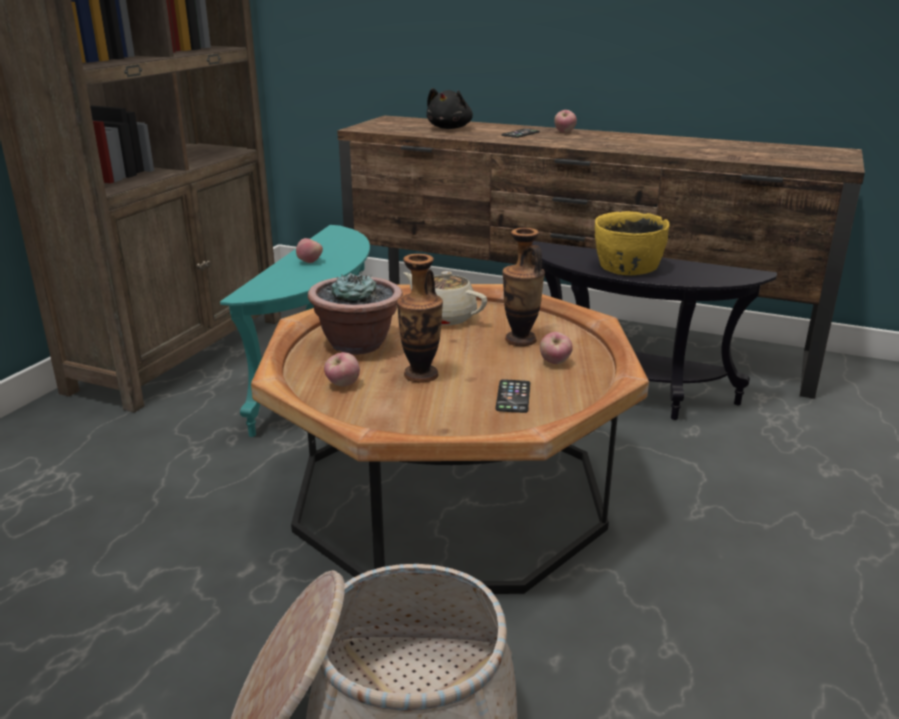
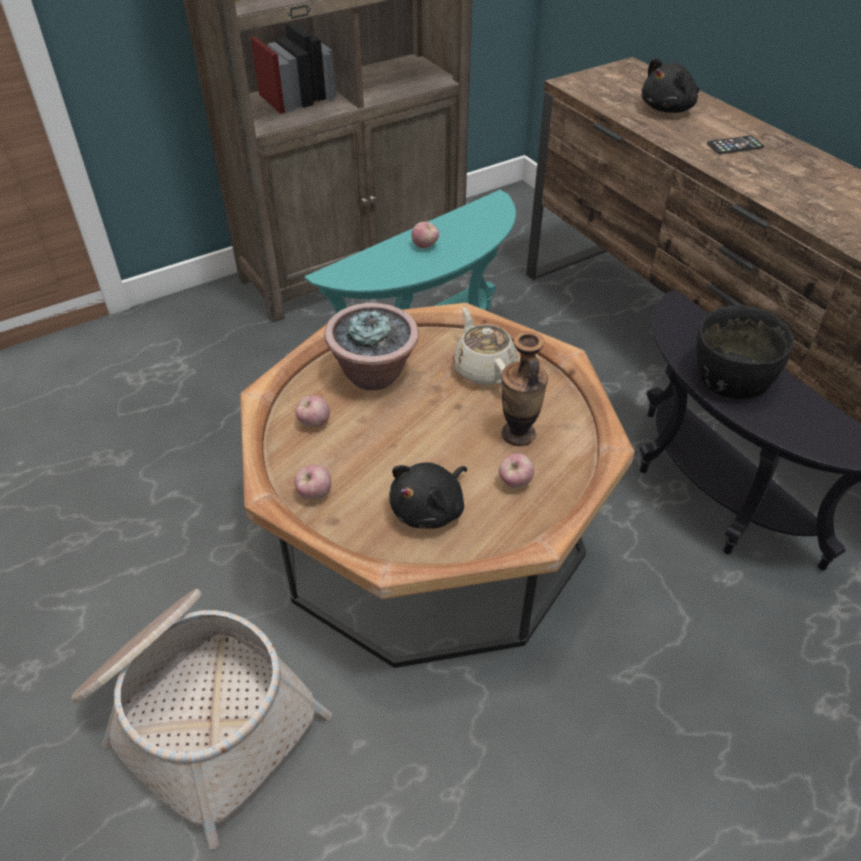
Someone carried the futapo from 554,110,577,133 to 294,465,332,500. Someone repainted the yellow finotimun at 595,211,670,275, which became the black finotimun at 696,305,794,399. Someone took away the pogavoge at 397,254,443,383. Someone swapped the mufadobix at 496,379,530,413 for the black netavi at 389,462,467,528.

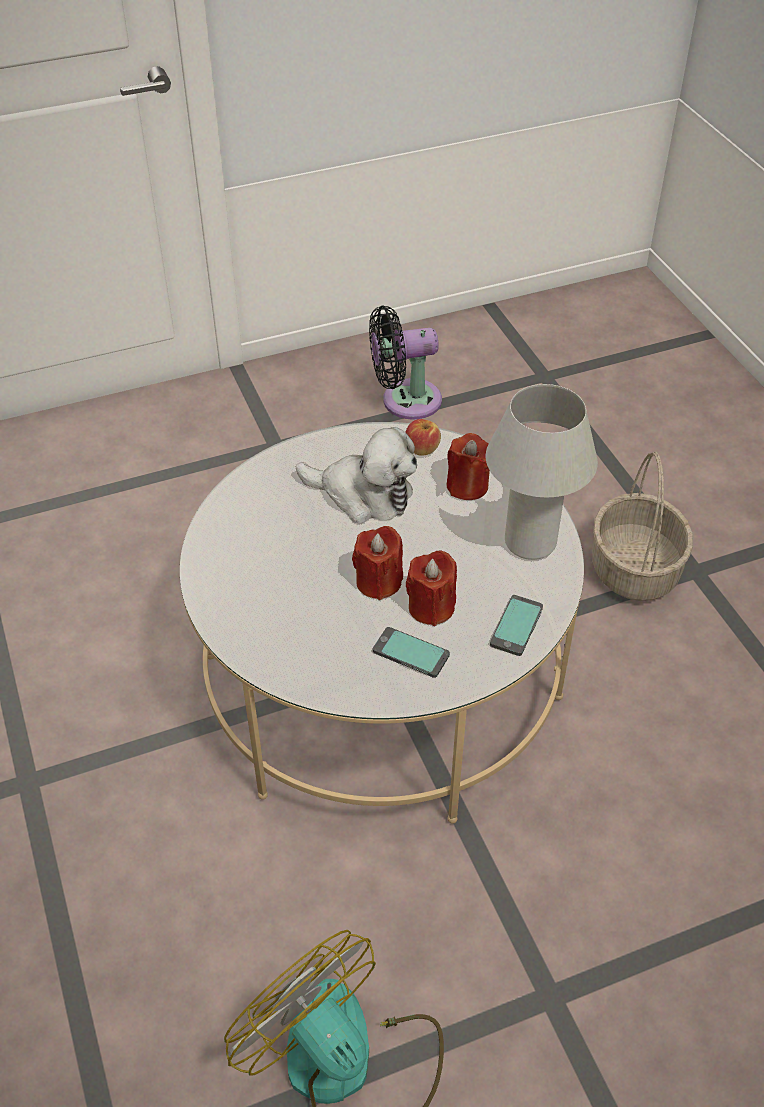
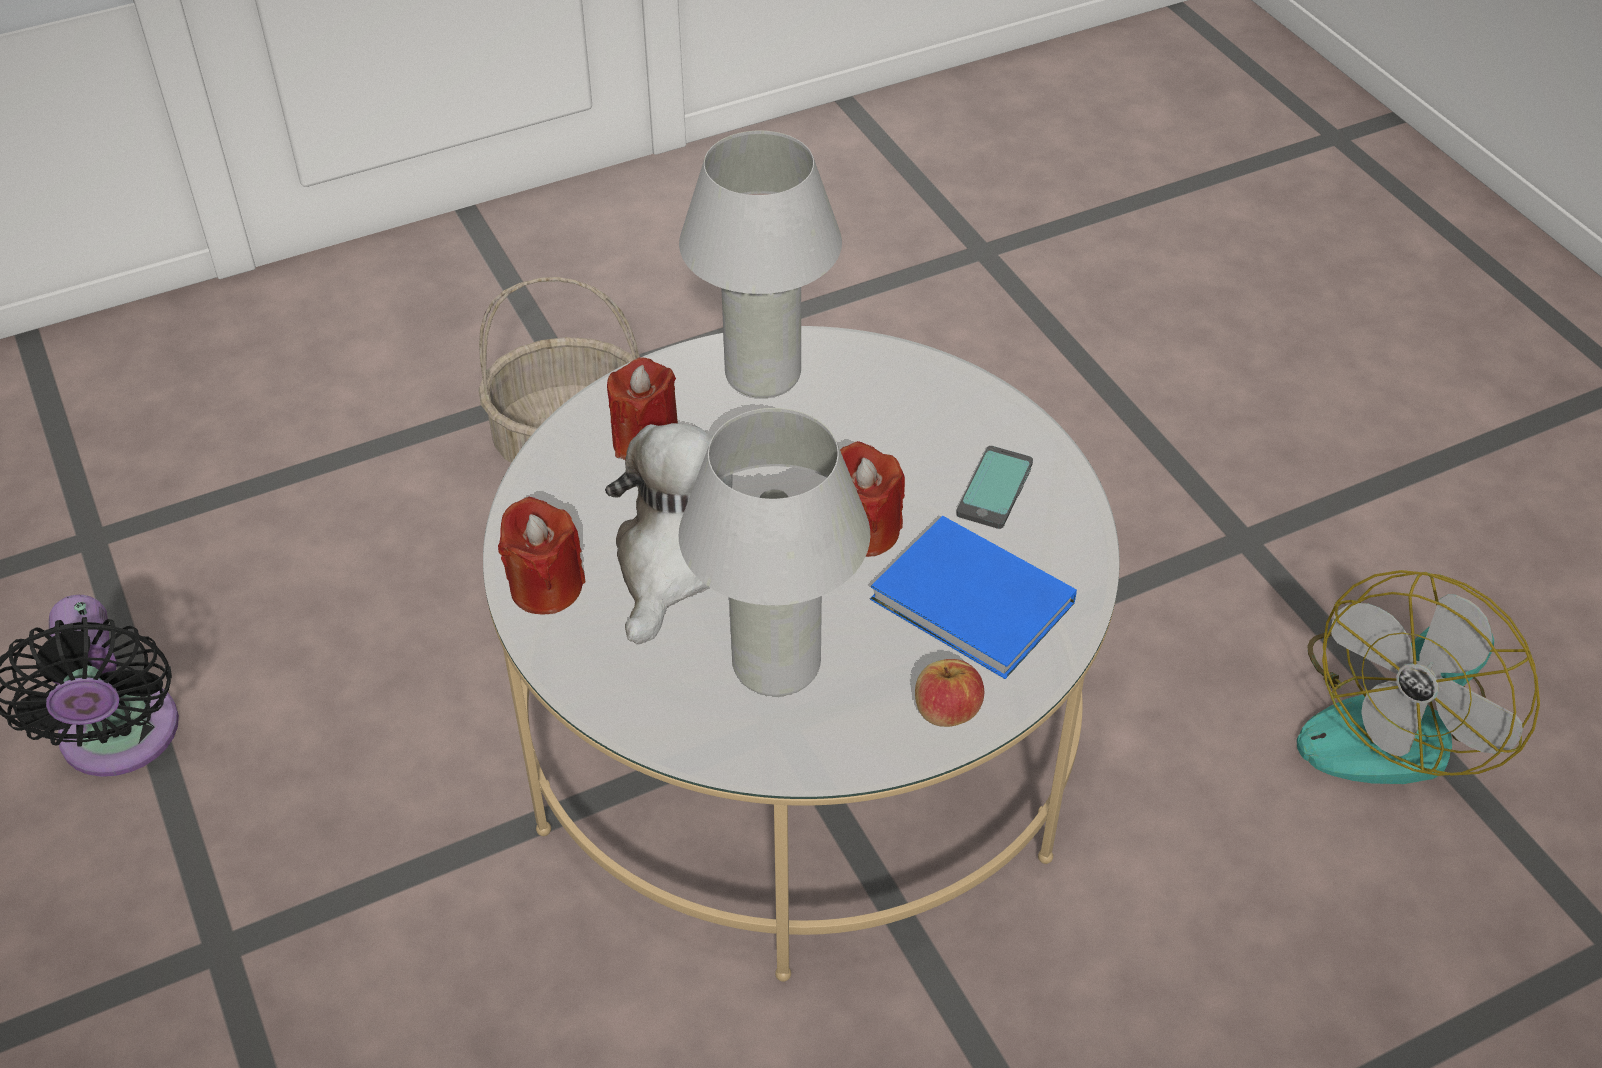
Someone carried the futapo from 405,419,441,456 to 915,659,984,727. Someone carried the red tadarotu from 406,551,457,626 to 498,497,585,614. Someone took away the mufadobix at 490,595,543,656. Someone put down the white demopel at 679,408,870,696. Someone put down the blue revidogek at 870,516,1077,679.

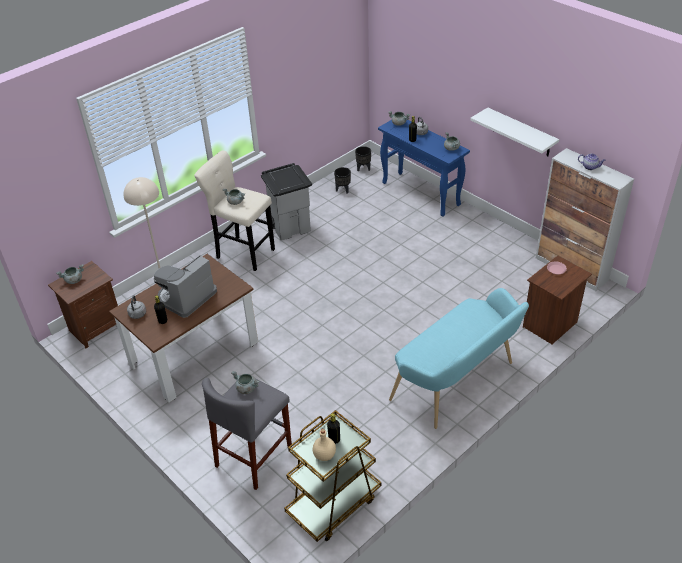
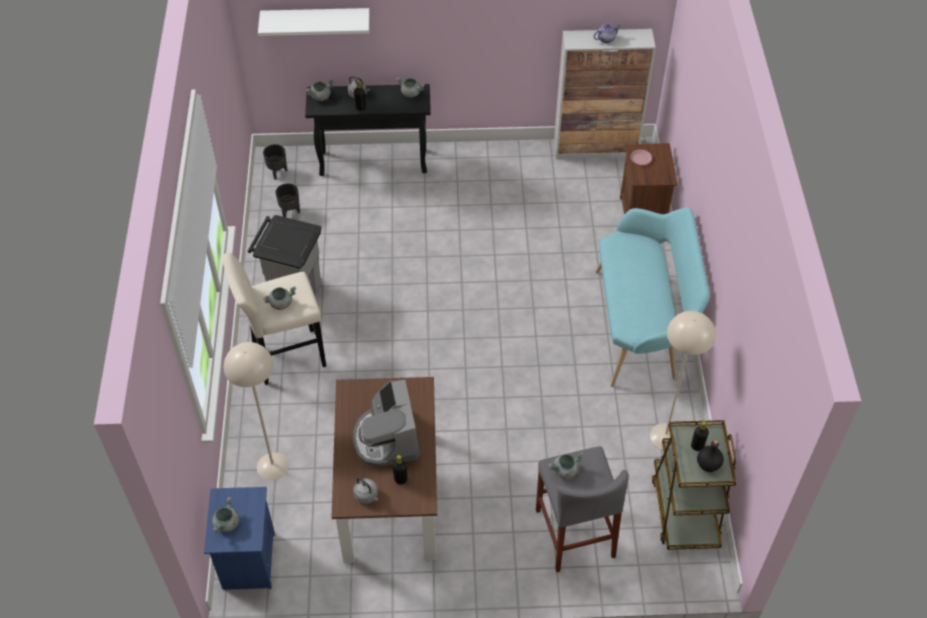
Someone carried the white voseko from 470,108,559,156 to 258,8,370,36. Someone repainted the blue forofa at 378,120,470,217, which became the black forofa at 305,84,431,176. Someone repainted the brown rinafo at 48,261,118,348, which became the blue rinafo at 204,487,275,590. Someone repainted the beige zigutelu at 313,429,336,461, which became the black zigutelu at 697,440,724,472. Someone put down the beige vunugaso at 650,311,716,450.

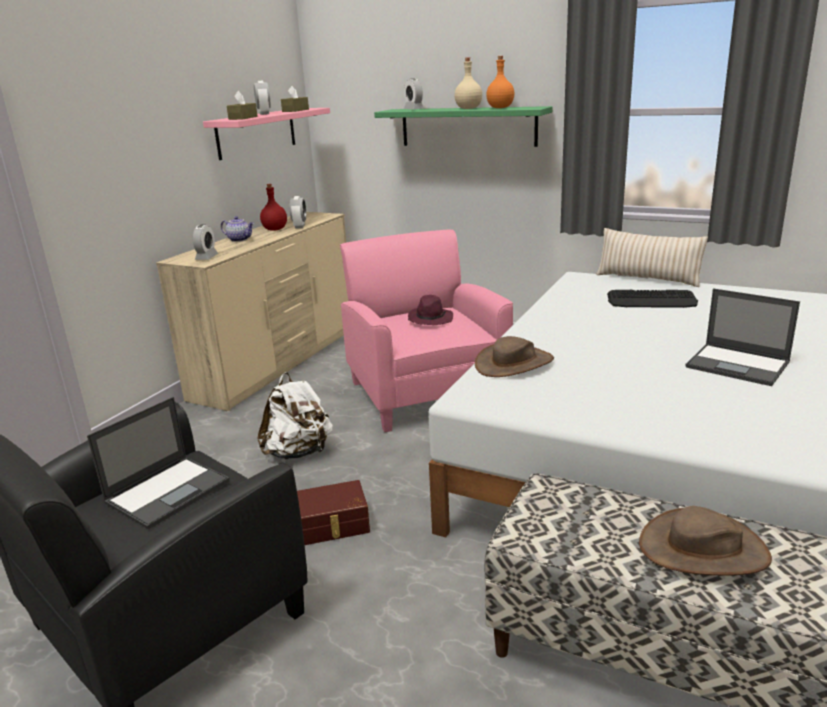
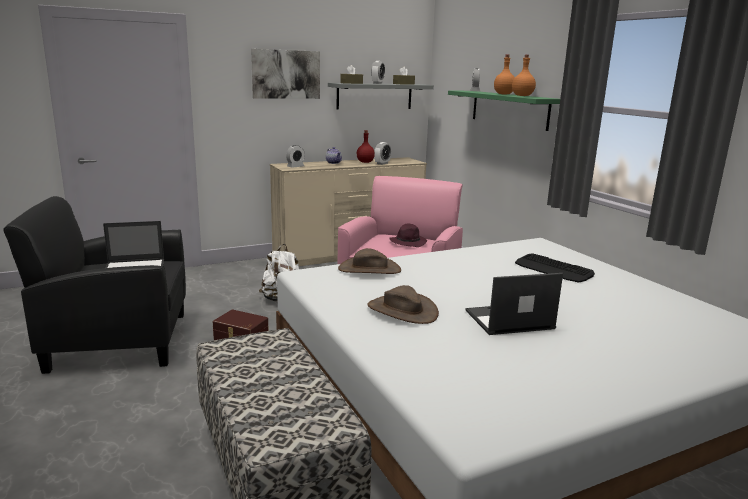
Someone repainted the beige zigutelu at 455,57,482,109, which became the orange zigutelu at 494,55,515,94. Someone repainted the pink voseko at 203,108,330,160, which became the grey voseko at 328,83,434,109. Someone took away the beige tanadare at 596,228,708,287. Someone rotated the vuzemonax at 685,288,800,386 by 90 degrees clockwise. Someone carried the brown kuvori from 639,506,772,575 to 367,285,439,324. Someone put up the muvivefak at 251,49,320,99.

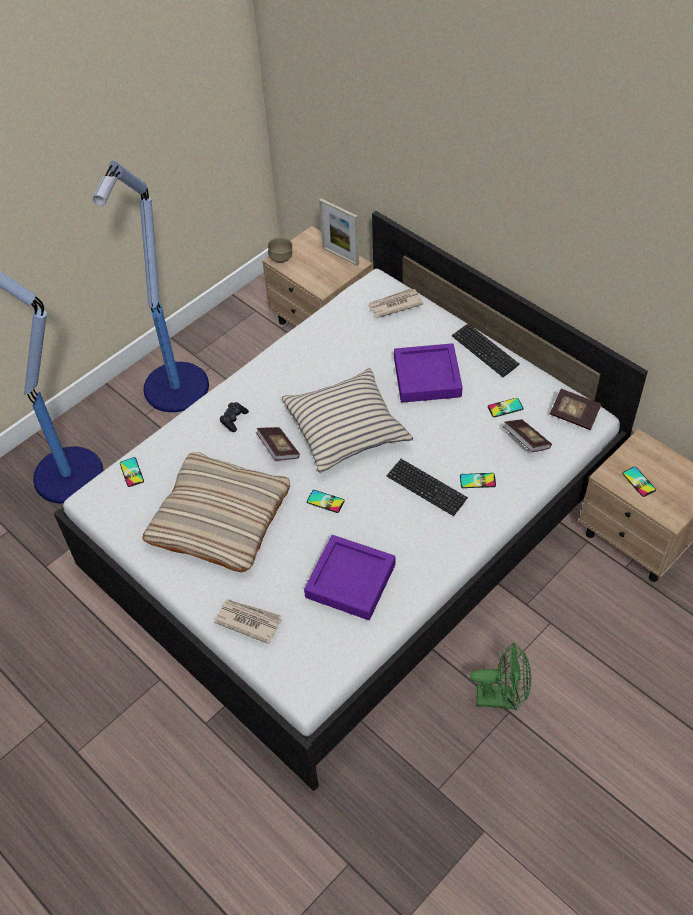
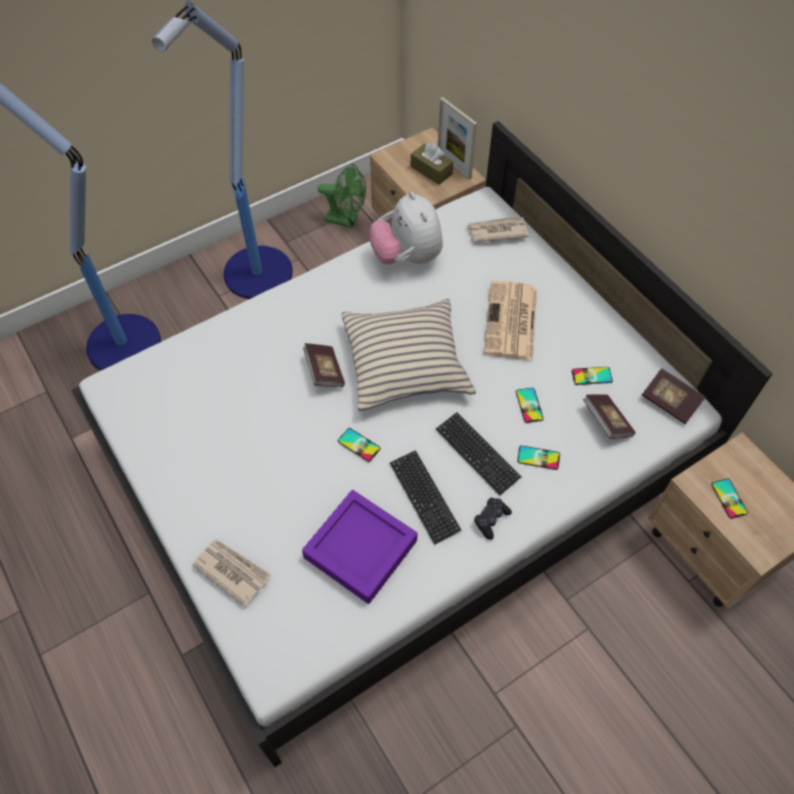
Someone took away the brown finotimun at 268,238,293,263. Someone carried the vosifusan from 452,324,520,377 to 390,450,461,545. Someone swapped the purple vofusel at 394,343,463,403 for the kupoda at 484,280,537,360. Someone carried the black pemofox from 220,402,249,432 to 474,497,512,540. Someone took away the beige tanadare at 143,452,290,572. Someone carried the mufadobix from 120,457,144,487 to 516,388,544,423. Someone carried the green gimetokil from 470,643,531,711 to 318,164,366,228. Someone put down the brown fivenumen at 411,143,453,185. Someone put down the netavi at 369,192,443,264.

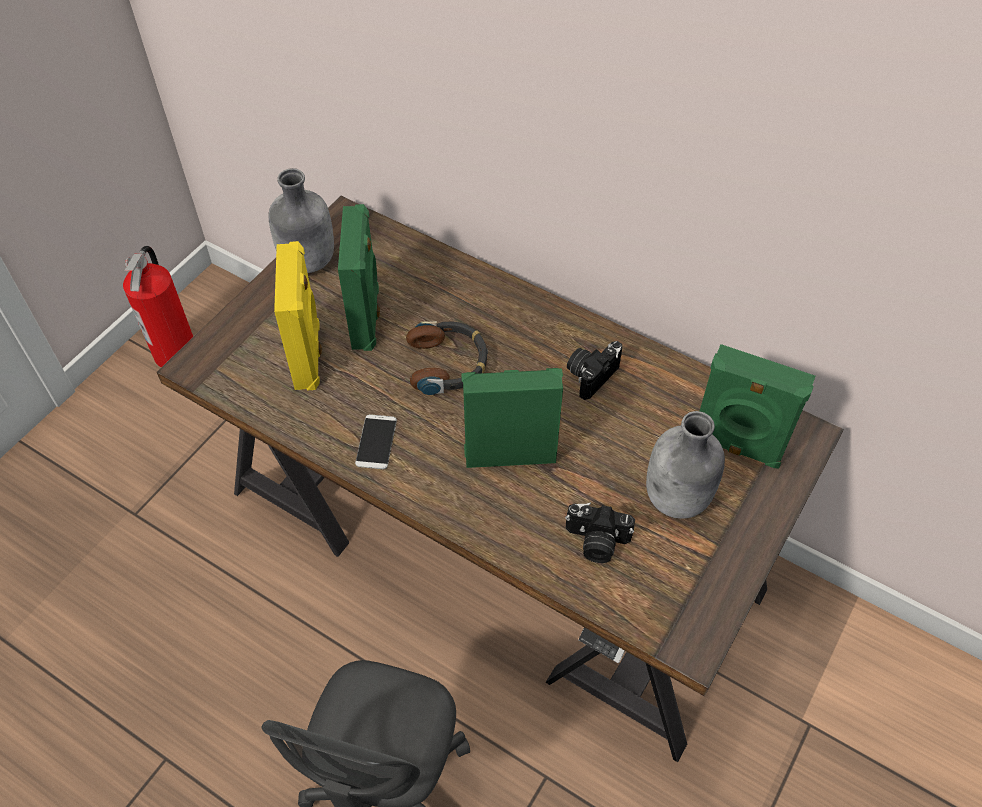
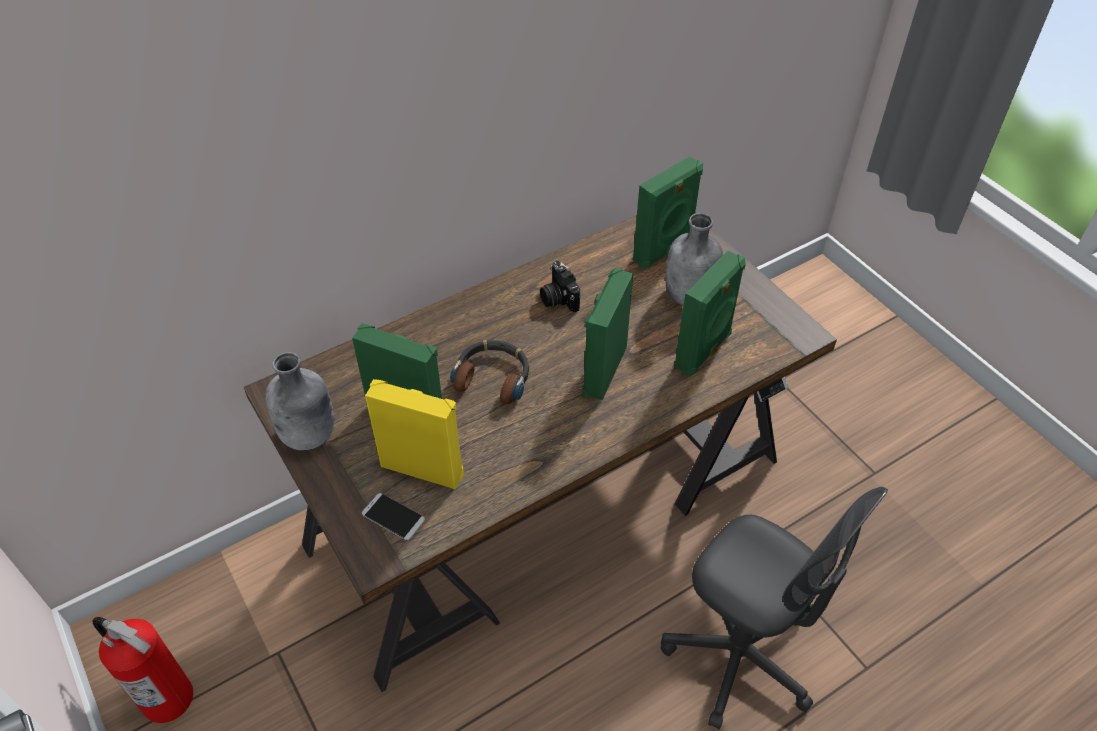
Someone carried the mufadobix from 355,414,397,469 to 362,493,425,540. Someone swapped the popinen at 565,502,635,563 for the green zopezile at 675,250,746,376.

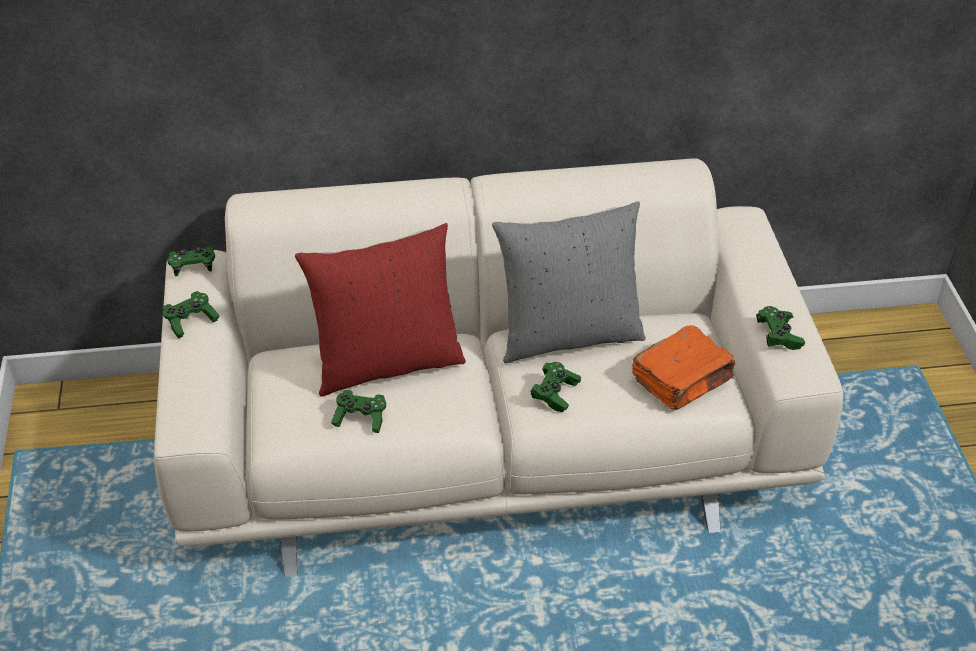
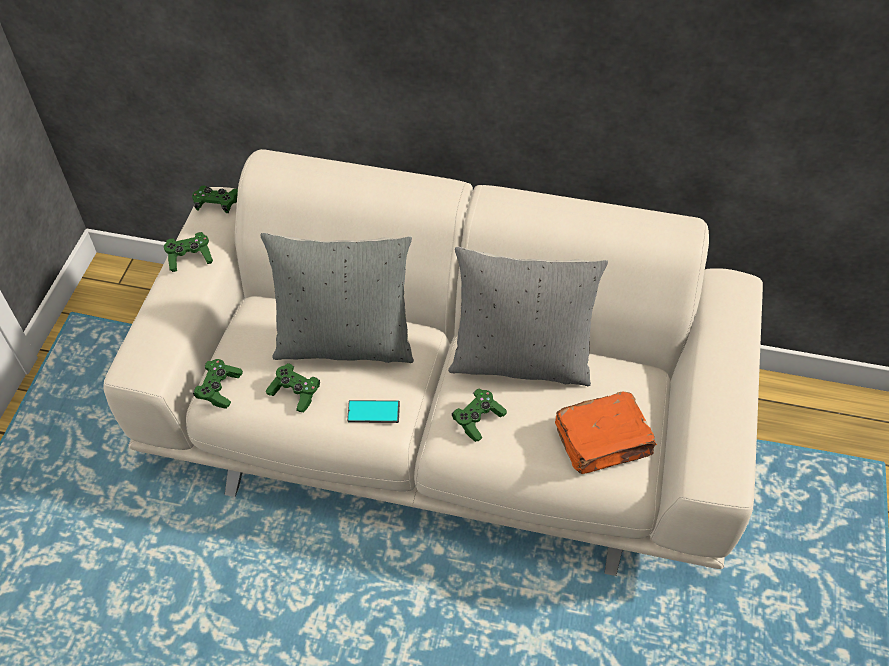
Someone repainted the red tanadare at 295,223,466,397, which became the grey tanadare at 260,233,414,363. Someone carried the green pemofox from 756,306,805,350 to 193,359,243,409. Someone put down the mufadobix at 347,400,400,423.

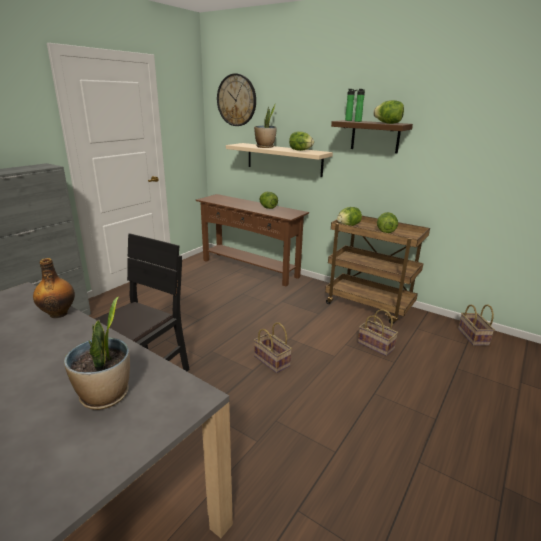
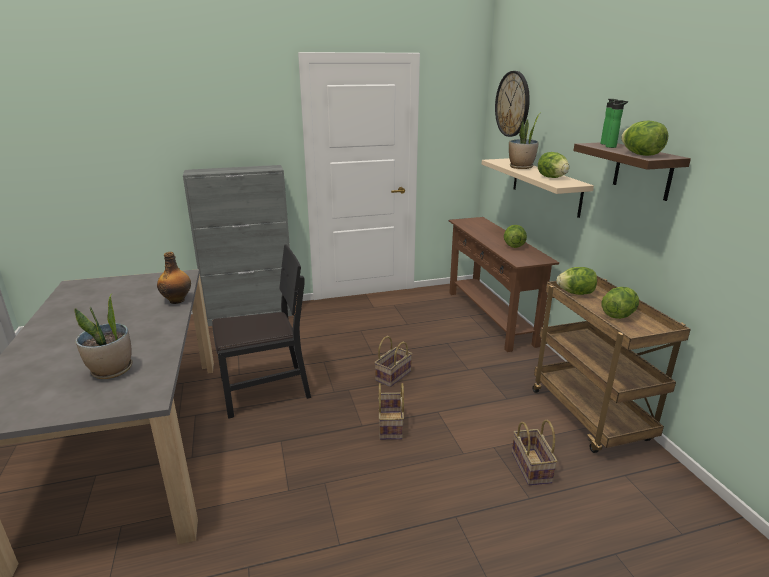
Someone carried the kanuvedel from 458,304,495,346 to 374,336,412,387.

